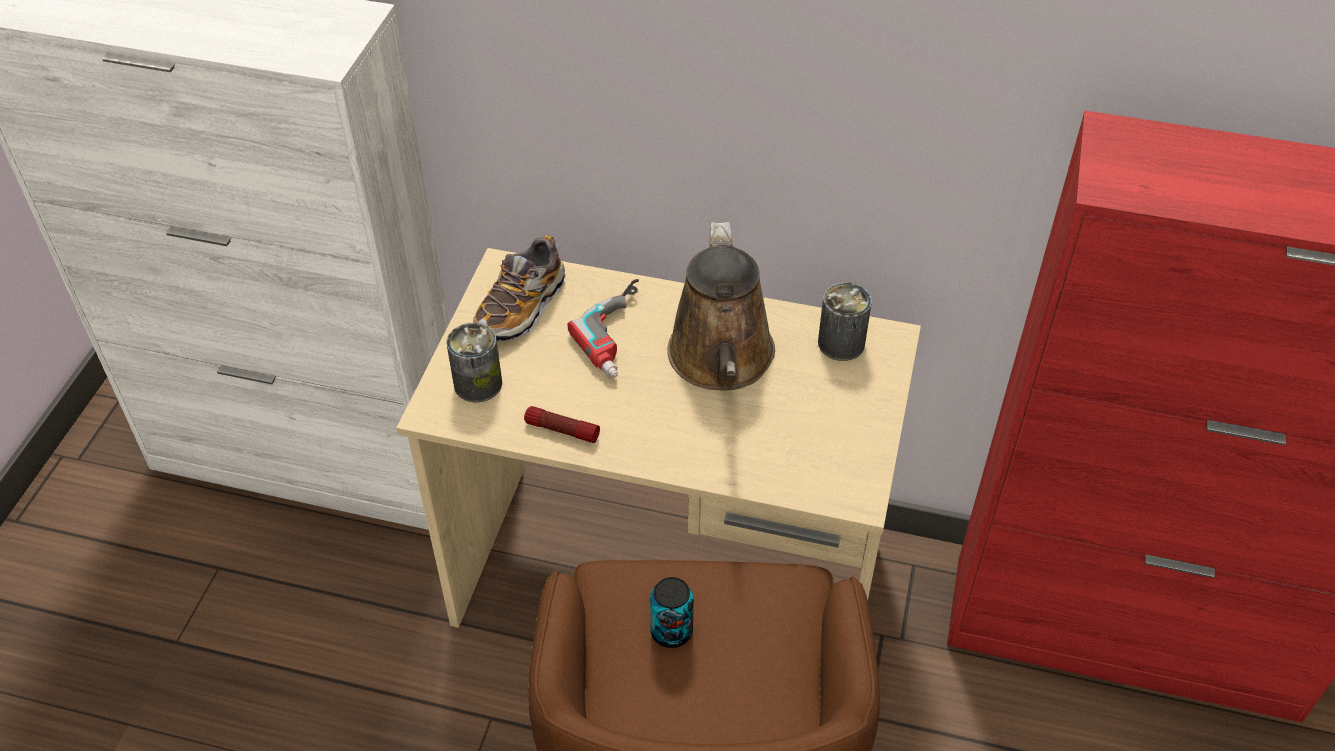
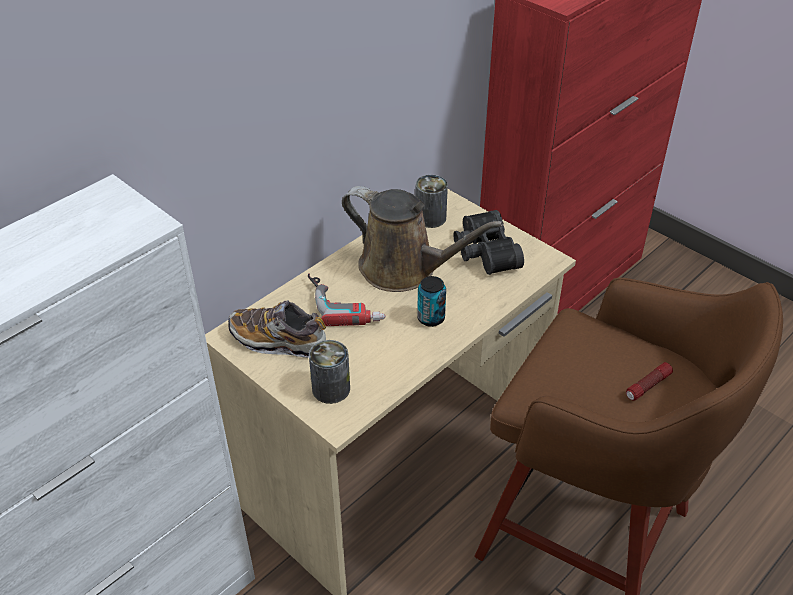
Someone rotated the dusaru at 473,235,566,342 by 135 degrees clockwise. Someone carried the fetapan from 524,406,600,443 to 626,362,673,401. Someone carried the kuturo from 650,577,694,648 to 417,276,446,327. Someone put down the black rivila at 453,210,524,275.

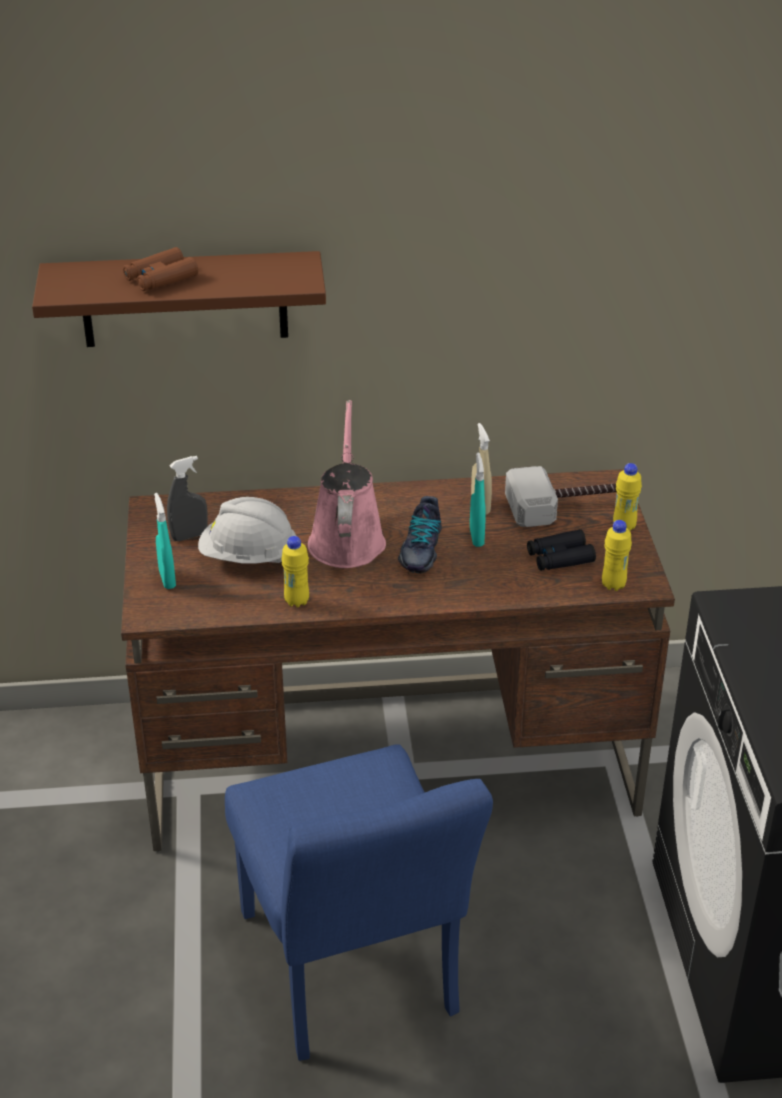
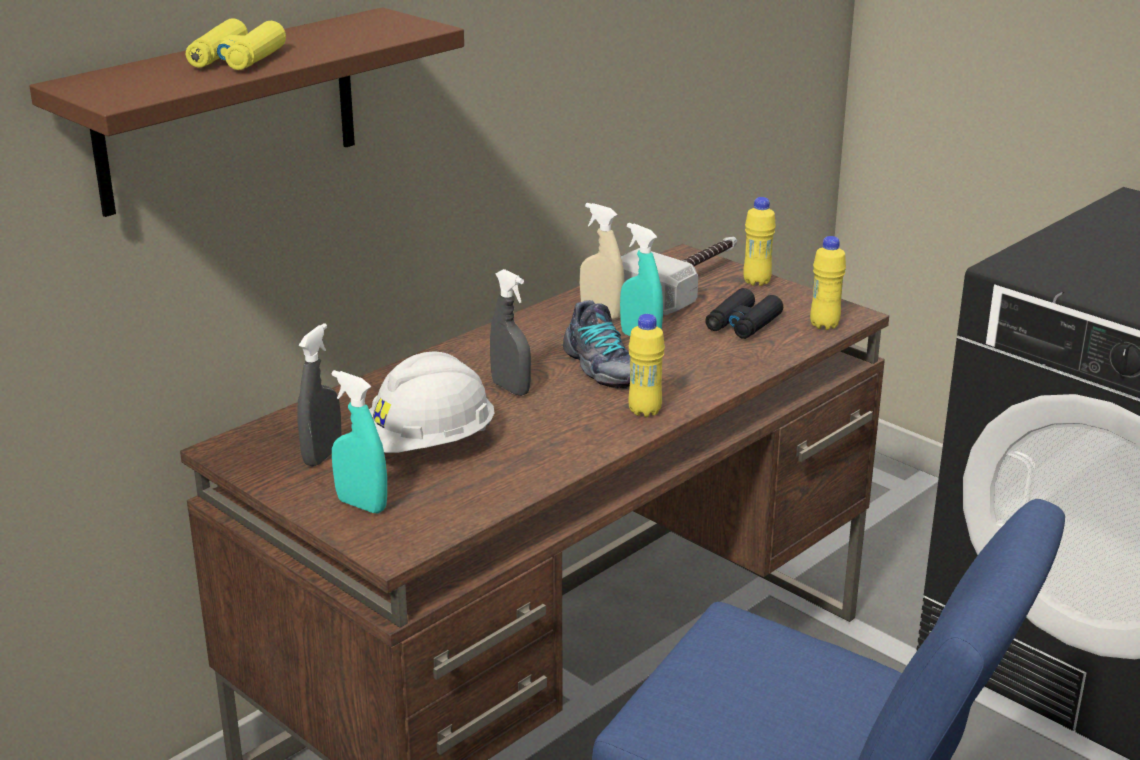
Someone repainted the brown rivila at 123,247,198,291, which became the yellow rivila at 186,18,286,70. Someone swapped the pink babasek at 308,400,386,568 for the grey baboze at 490,269,531,396. Someone carried the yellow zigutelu from 281,536,309,607 to 628,314,665,417.

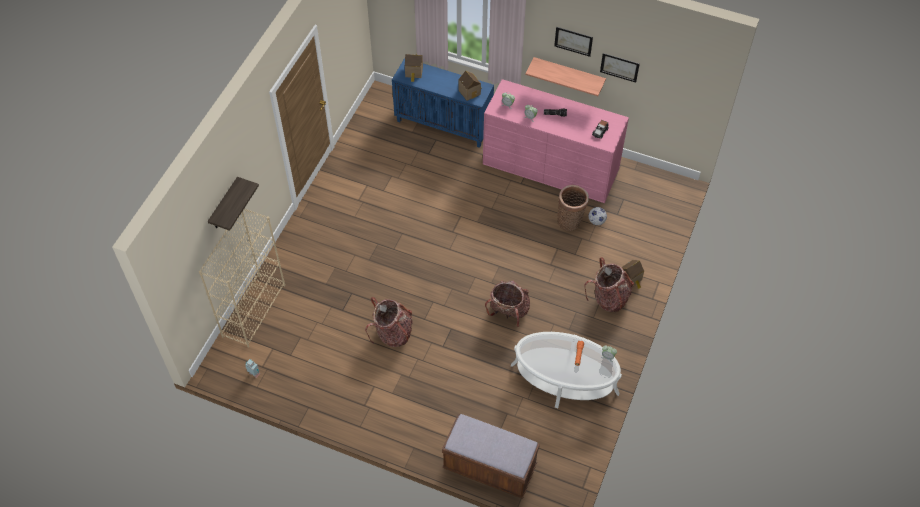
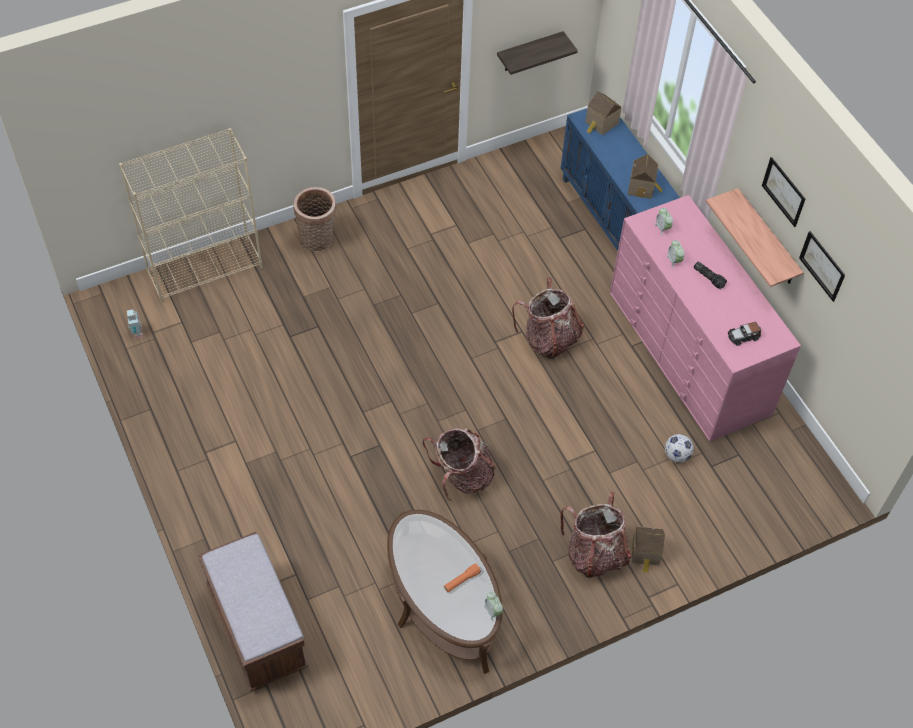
Someone carried the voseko from 208,177,259,231 to 497,31,578,75. Someone carried the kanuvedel from 557,185,589,231 to 293,187,336,252. Someone carried the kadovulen from 365,297,413,347 to 512,277,584,359. Someone repainted the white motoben at 511,332,622,408, which became the brown motoben at 387,510,502,674.

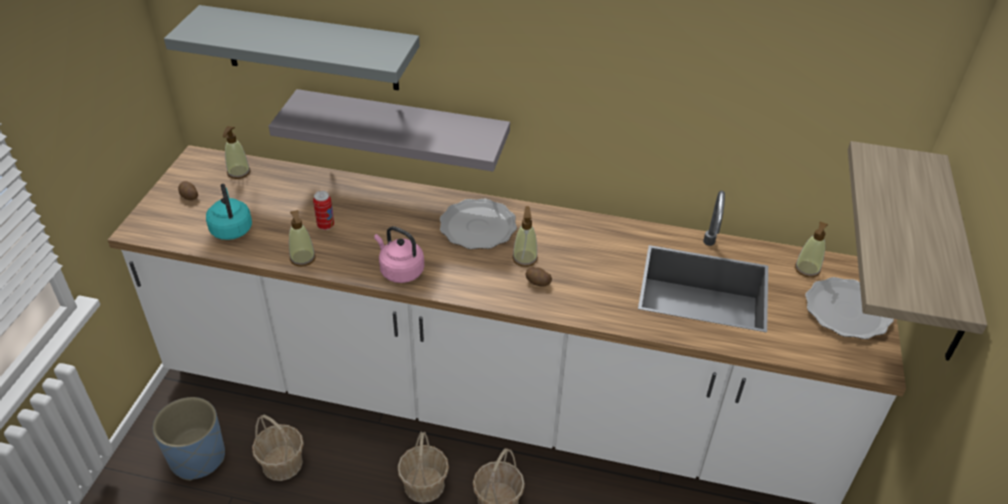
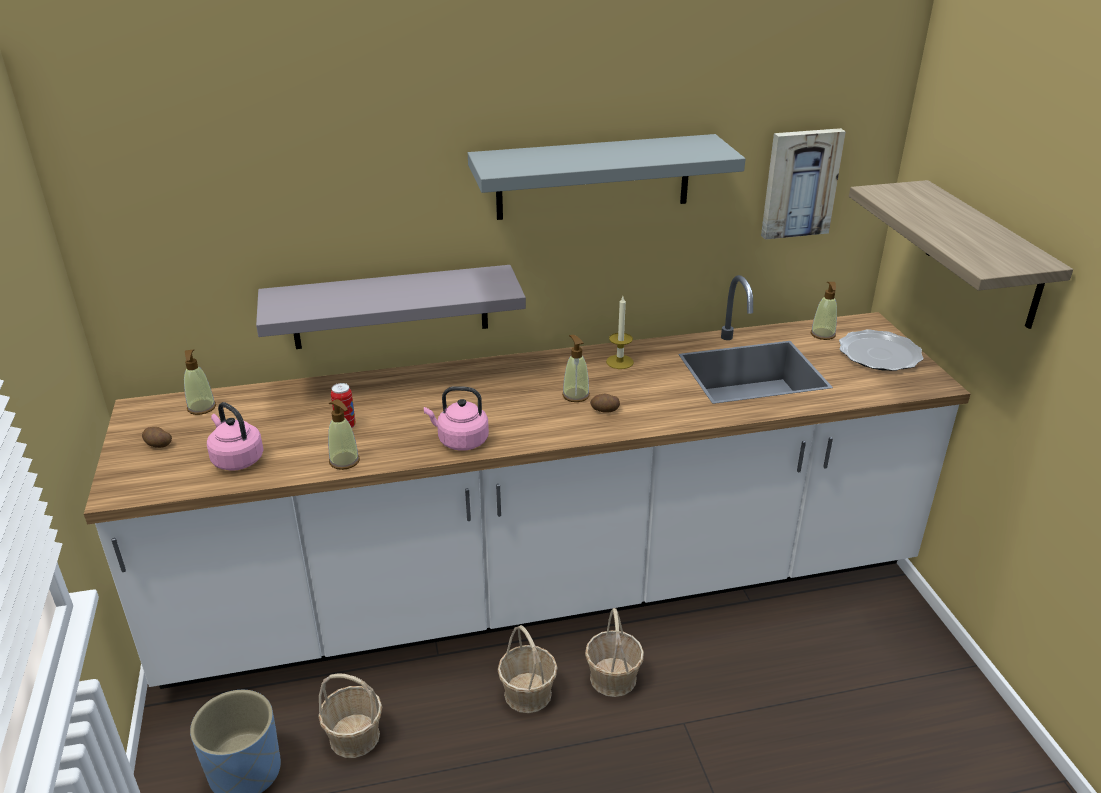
Someone carried the grey voseko from 164,5,420,90 to 468,134,745,220. Someone repainted the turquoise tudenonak at 206,184,252,240, which became the pink tudenonak at 207,402,264,471. Someone took away the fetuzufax at 440,199,517,249. Someone put up the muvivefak at 761,128,846,240. Someone put down the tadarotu at 606,296,634,369.

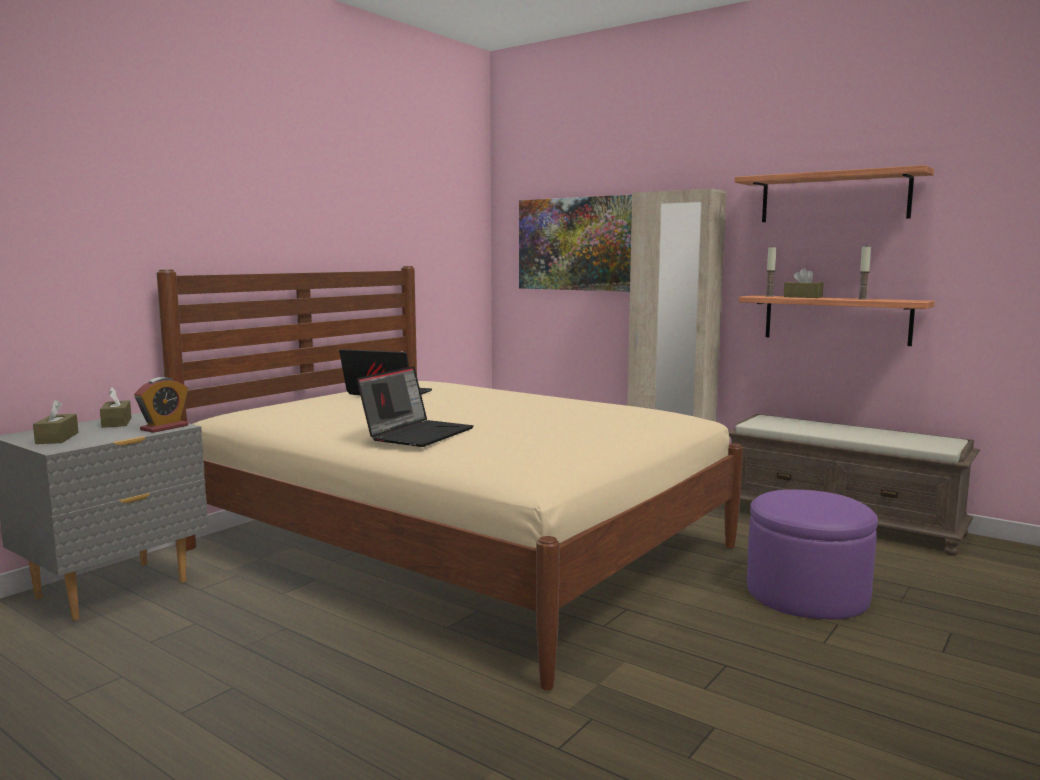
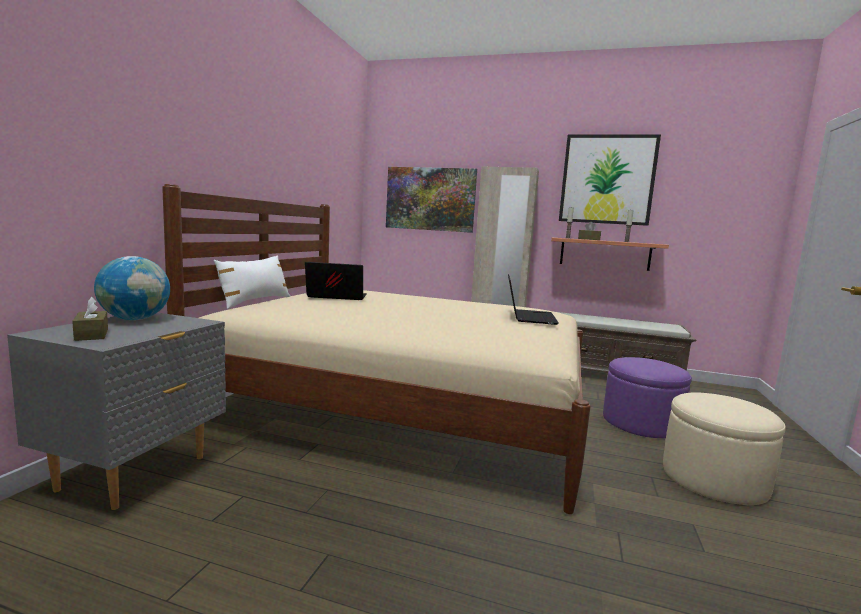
Someone swapped the voseko at 735,165,934,222 for the muvivefak at 559,134,661,226. Someone carried the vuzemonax from 357,366,473,447 to 508,274,558,325. Someone took away the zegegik at 134,377,188,433. Someone swapped the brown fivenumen at 100,387,132,428 for the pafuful at 94,256,170,320. Someone put down the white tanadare at 214,255,290,309. Someone put down the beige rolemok at 663,392,786,505.

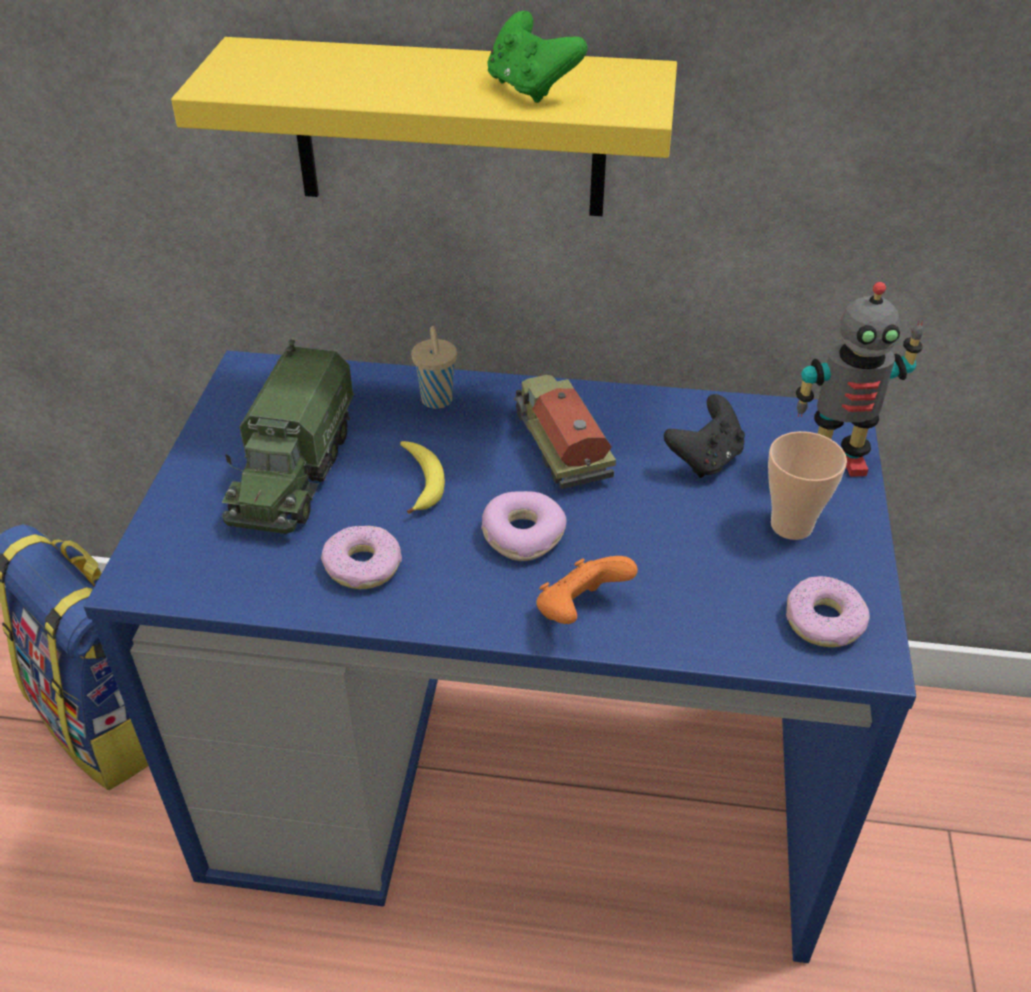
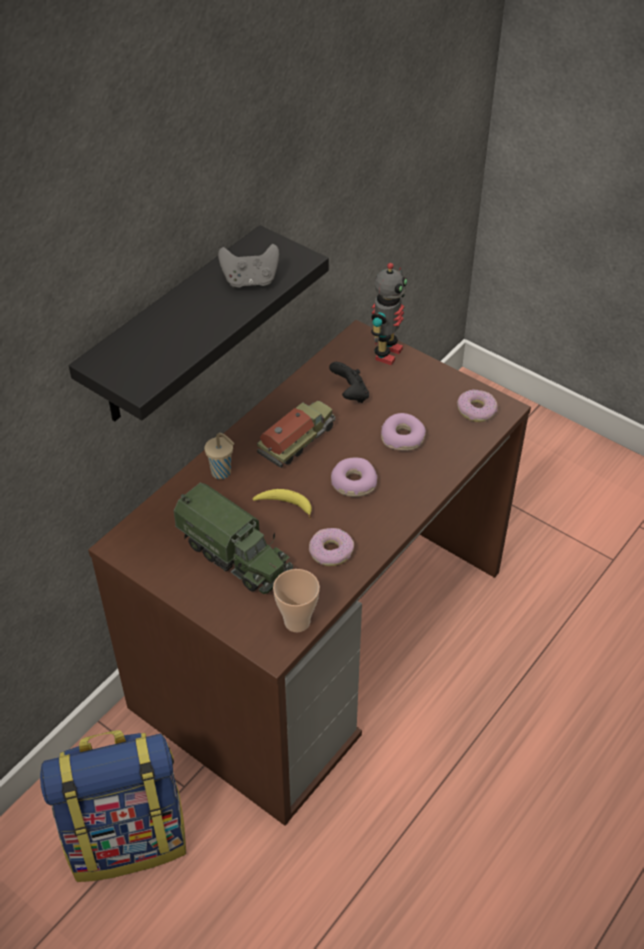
Someone repainted the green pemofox at 487,11,588,103, which became the grey pemofox at 218,244,279,288. Someone repainted the yellow voseko at 171,37,677,216, which became the black voseko at 69,225,329,421. Someone repainted the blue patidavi at 84,350,916,963, which became the brown patidavi at 88,320,531,826. Someone rotated the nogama at 514,375,616,489 by 120 degrees clockwise. Someone carried the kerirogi from 768,431,847,540 to 273,569,320,632. Someone took away the orange pemofox at 536,556,638,624. Someone put down the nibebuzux at 381,413,426,451.

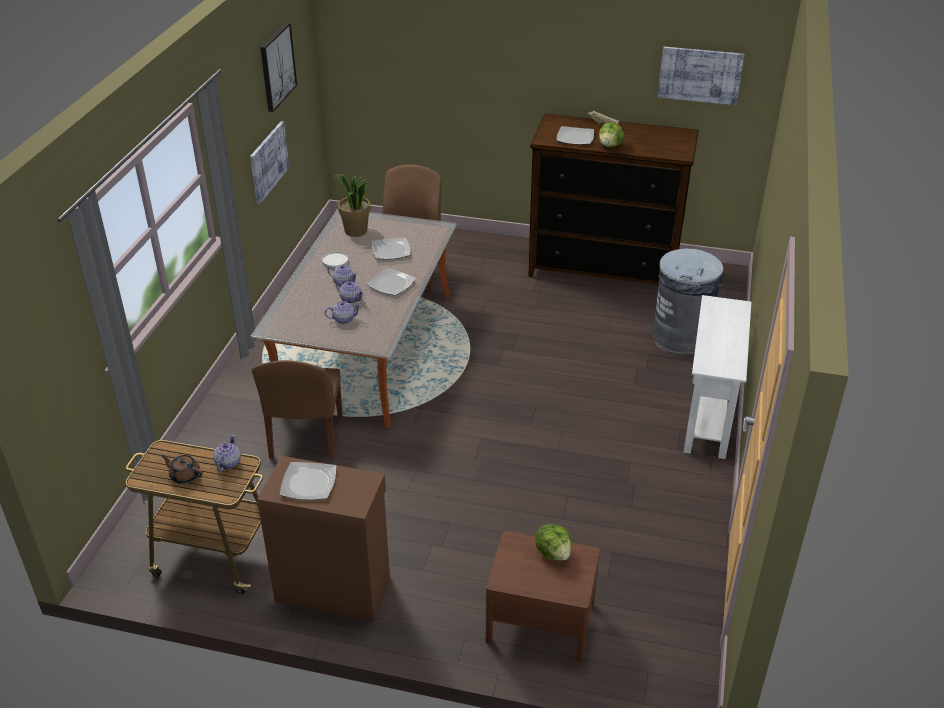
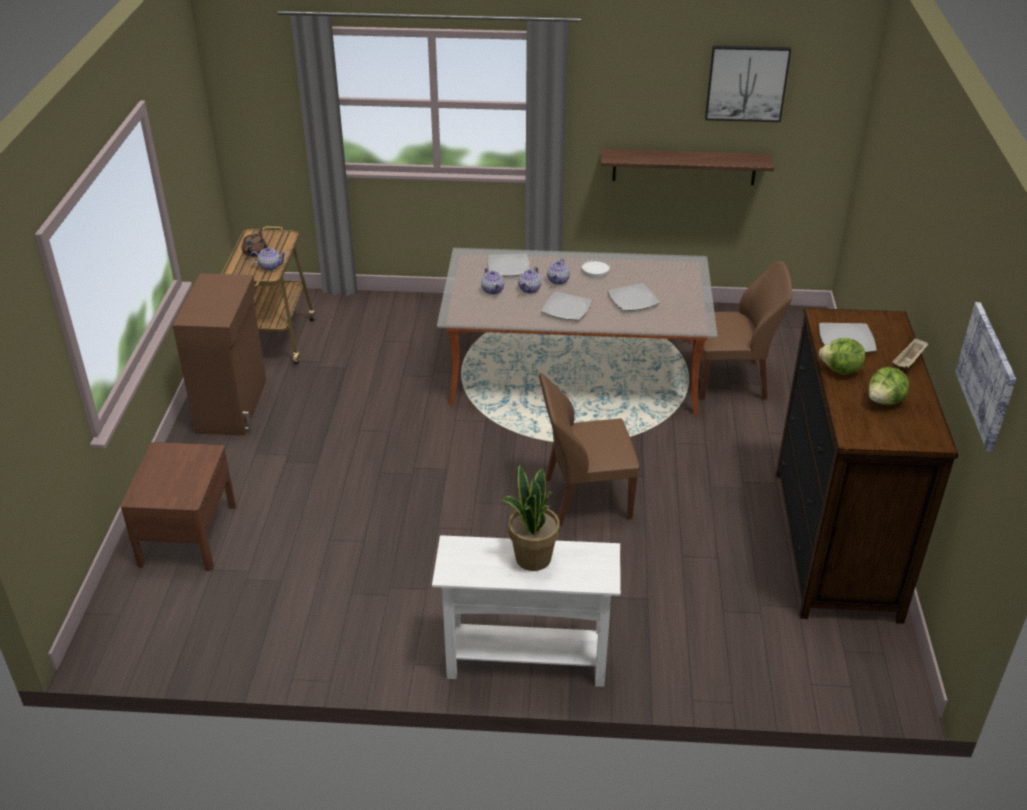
Someone swapped the muvivefak at 250,121,289,204 for the voseko at 601,149,774,185. Someone carried the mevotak from 332,174,371,237 to 500,464,560,571. Someone took away the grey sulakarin at 653,248,724,355. Someone carried the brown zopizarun from 252,360,342,460 to 539,373,639,526. Someone carried the fetuzufax from 280,462,337,500 to 488,253,530,276. Someone carried the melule from 535,524,571,561 to 868,367,909,405.

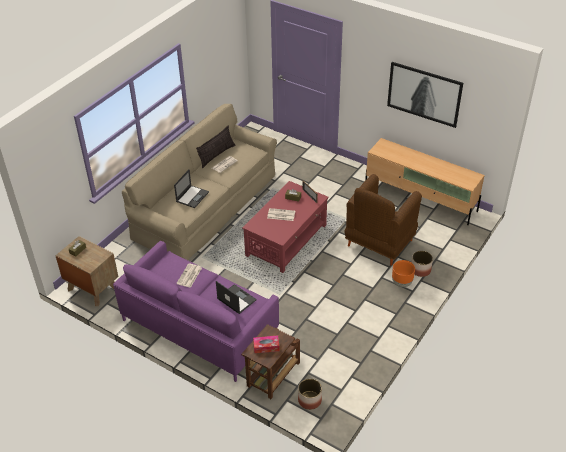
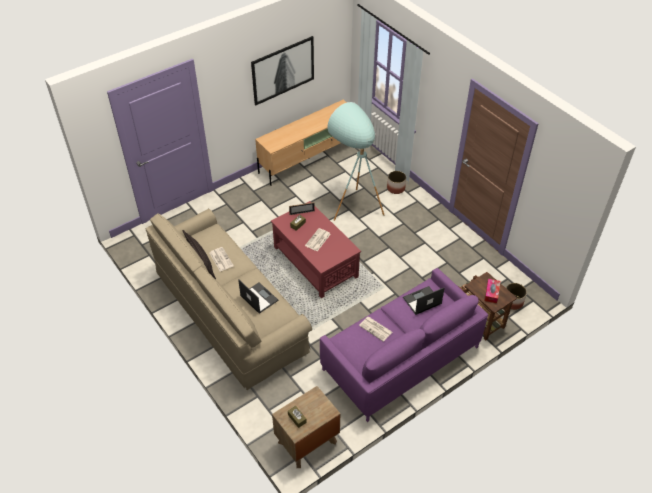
Someone swapped the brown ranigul at 344,174,422,266 for the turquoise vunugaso at 328,102,384,221. Someone took away the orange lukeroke at 392,260,415,287.

